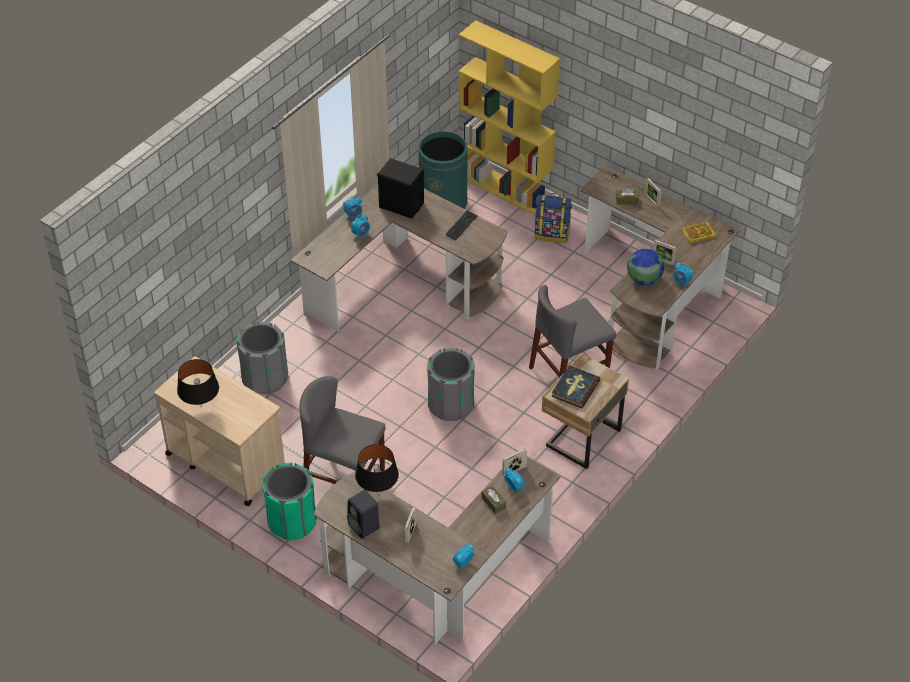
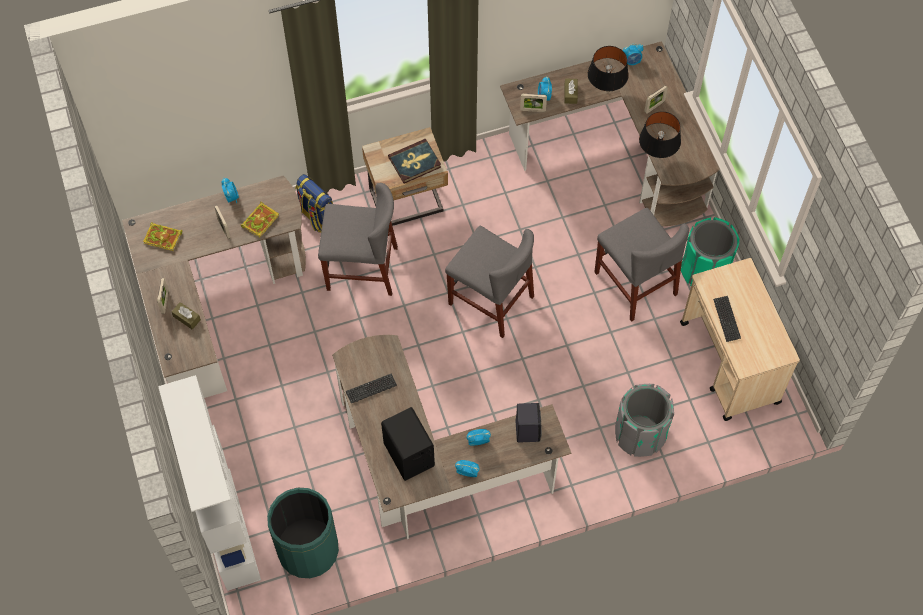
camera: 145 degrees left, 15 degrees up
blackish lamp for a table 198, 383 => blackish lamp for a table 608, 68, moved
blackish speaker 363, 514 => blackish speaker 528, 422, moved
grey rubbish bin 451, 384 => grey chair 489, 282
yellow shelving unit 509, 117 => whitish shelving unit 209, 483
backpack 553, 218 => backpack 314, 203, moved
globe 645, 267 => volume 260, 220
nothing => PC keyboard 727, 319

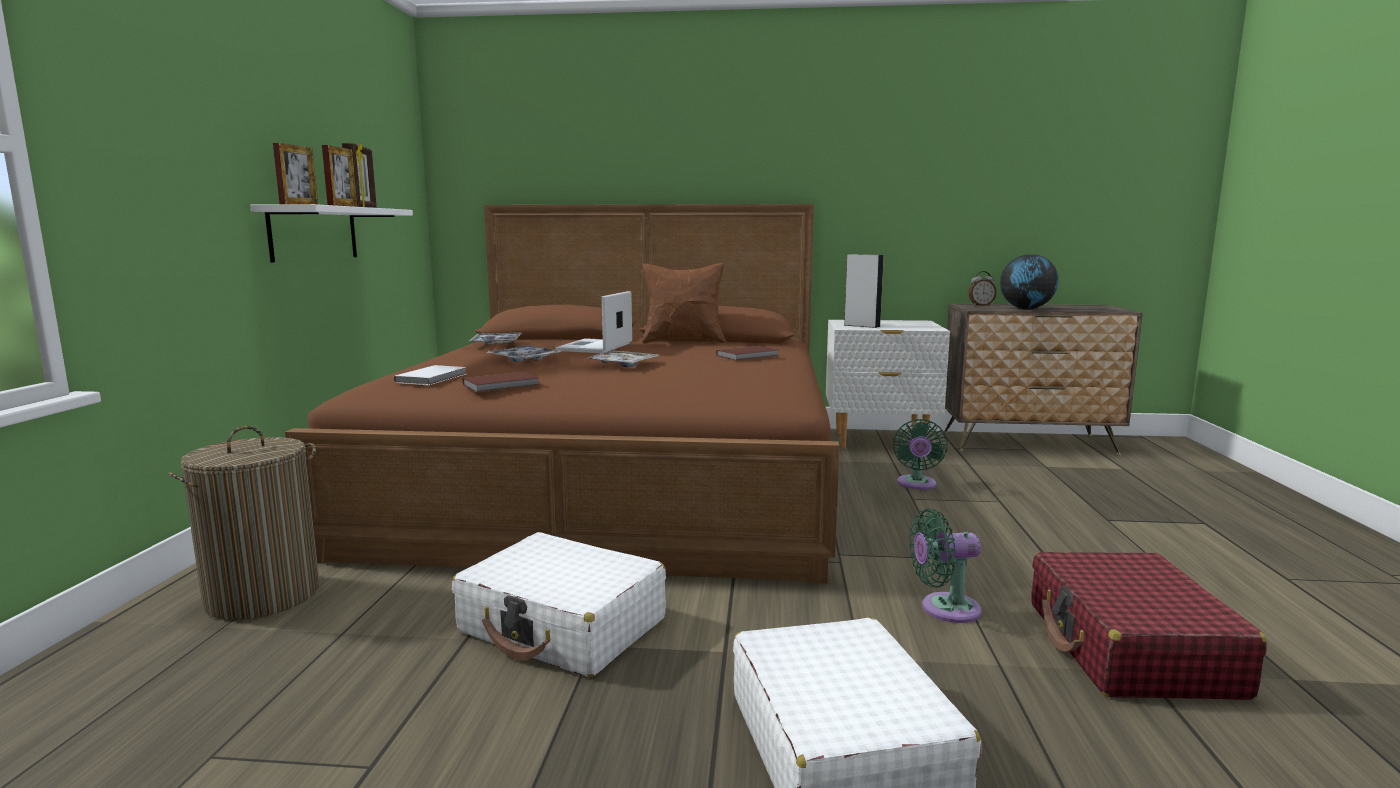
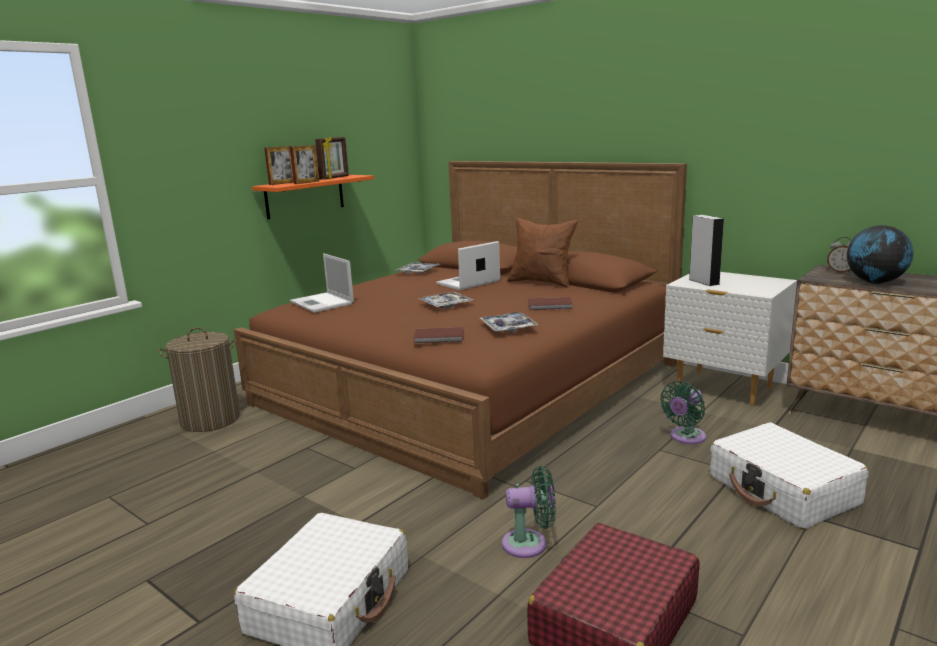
camera: 35 degrees right, 5 degrees up
whitish bracket shelf 331, 233 => orangey bracket shelf 313, 197
whitish volume 430, 375 => laptop 322, 283
whitish piece of luggage 559, 604 => whitish piece of luggage 789, 476, moved
brown volume 500, 382 => brown volume 438, 335, moved
tray 524, 353 => tray 509, 322, moved
green electric fan 945, 566 => green electric fan 529, 512, 150 degrees clockwise

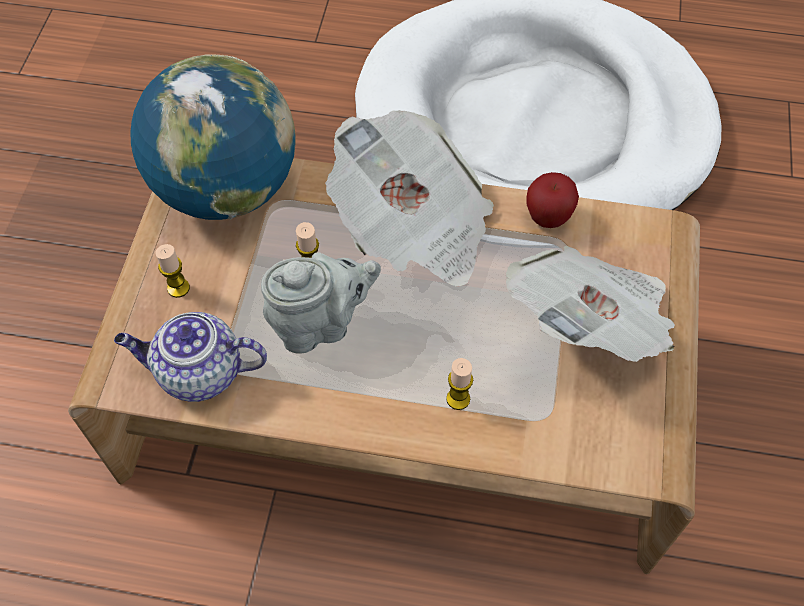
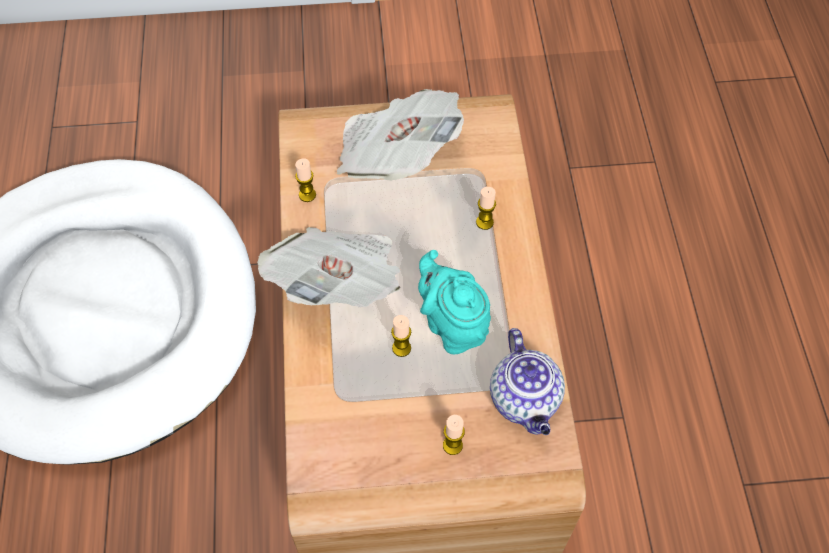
camera: 105 degrees left, 0 degrees up
globe 213, 137 => nothing
grey pot for tea 321, 303 => turquoise-coloured pot for tea 454, 302
whole apple 553, 200 => wax candle 305, 180

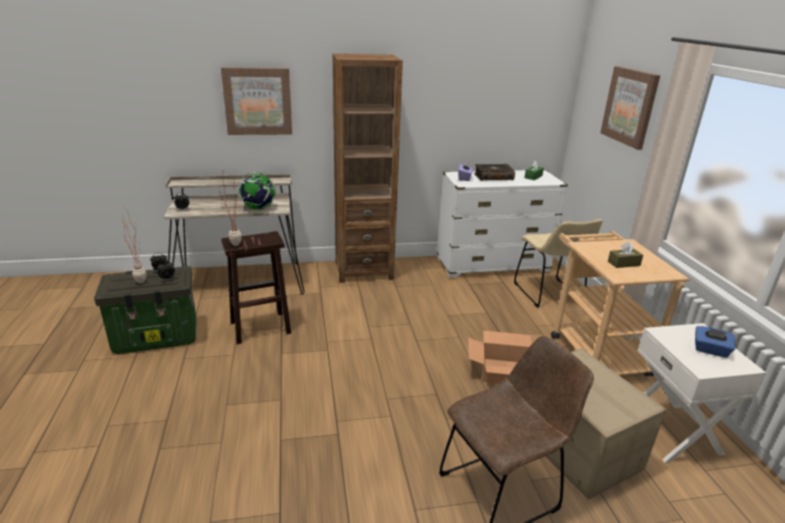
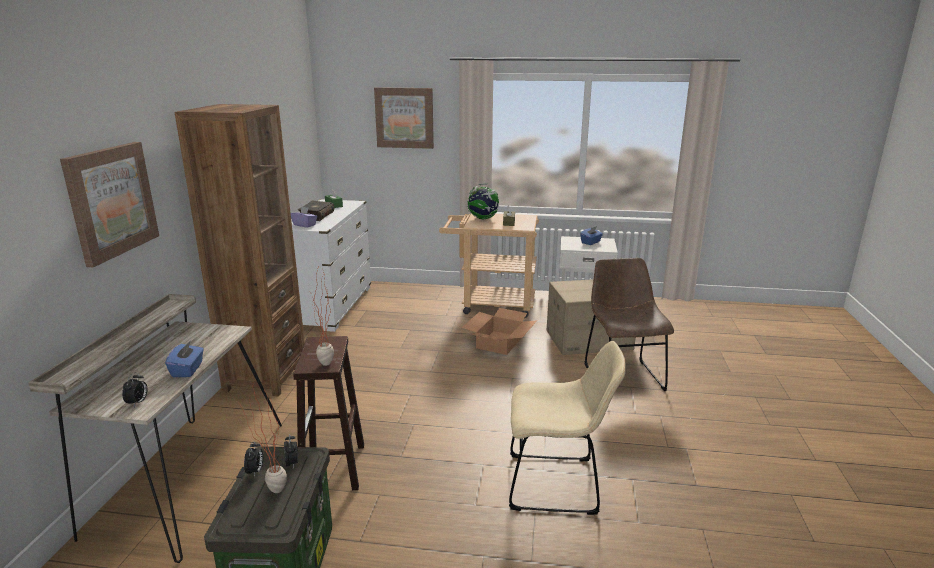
camera: 70 degrees left, 5 degrees down
globe 257, 190 => globe 483, 201, moved
sand-coloured chair 558, 263 => sand-coloured chair 567, 428, moved
nothing => bluish tissue holder 184, 358

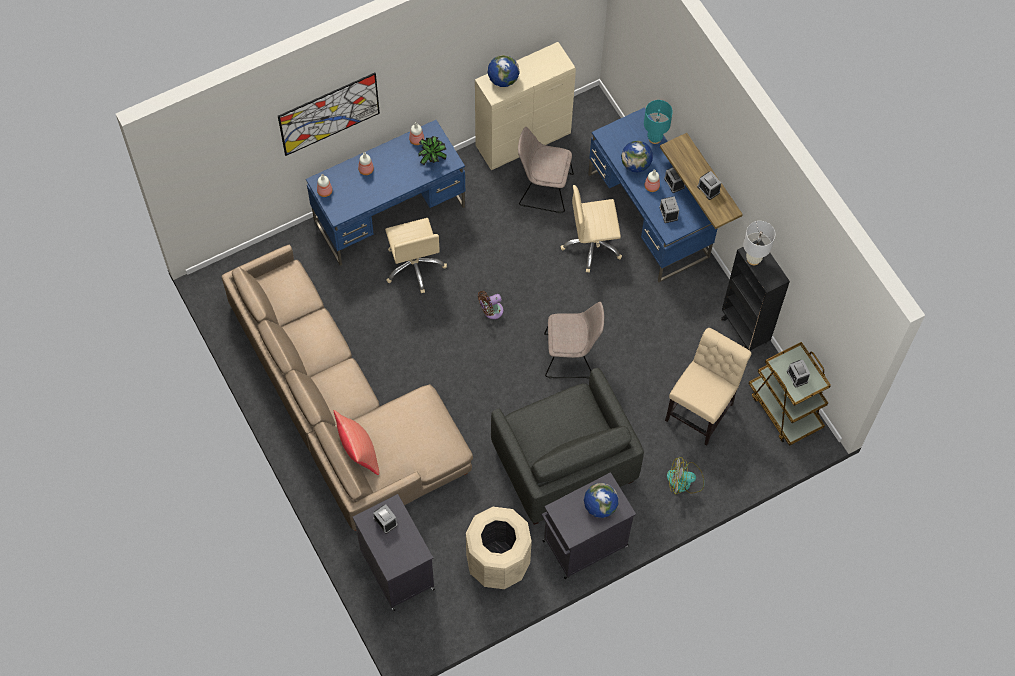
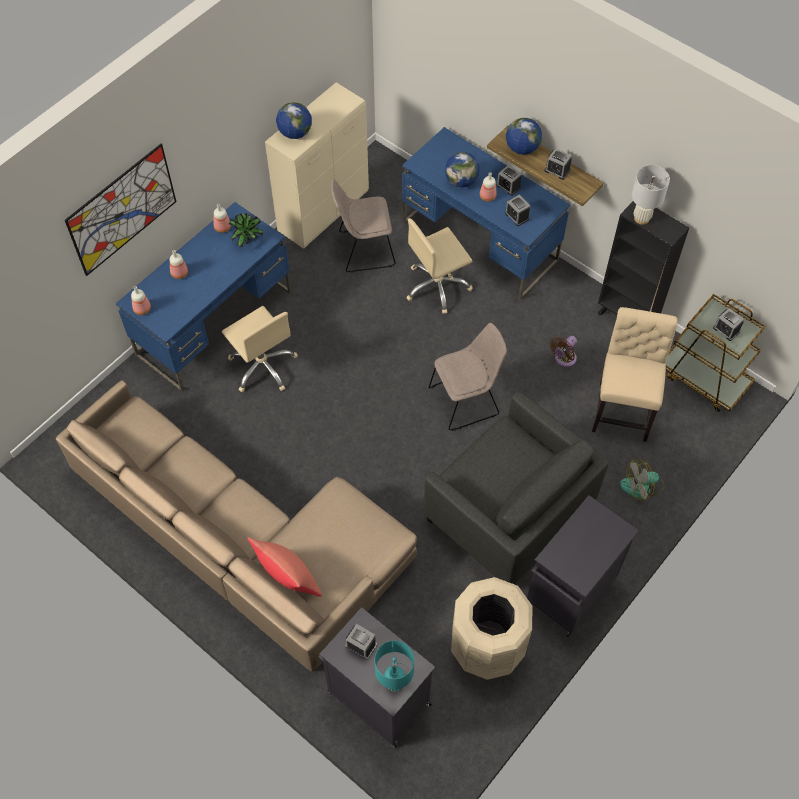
camera: 20 degrees left, 5 degrees down
brown electric fan 490, 305 => brown electric fan 563, 351, moved
globe 601, 500 => globe 524, 136, moved
turquoise-coloured lamp for a table 658, 122 => turquoise-coloured lamp for a table 394, 666, moved

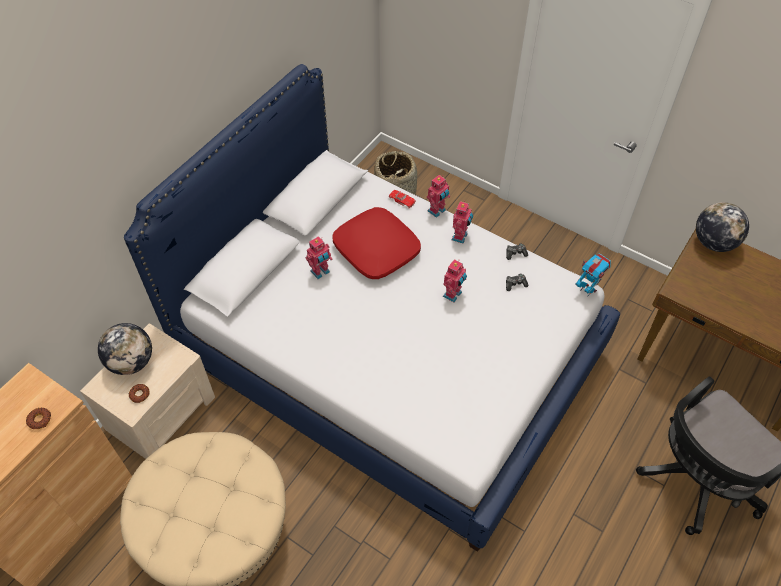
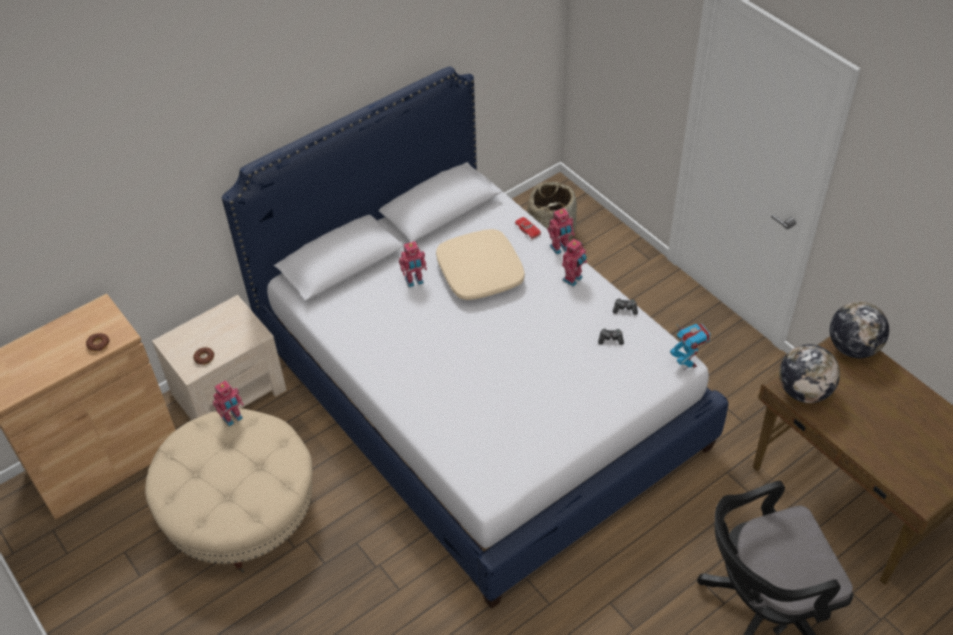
camera: 20 degrees right, 5 degrees down
globe 125, 349 => globe 809, 373, moved
reddish pillow 376, 243 => sand-coloured pillow 480, 264
robot figure 455, 280 => robot figure 228, 403, moved

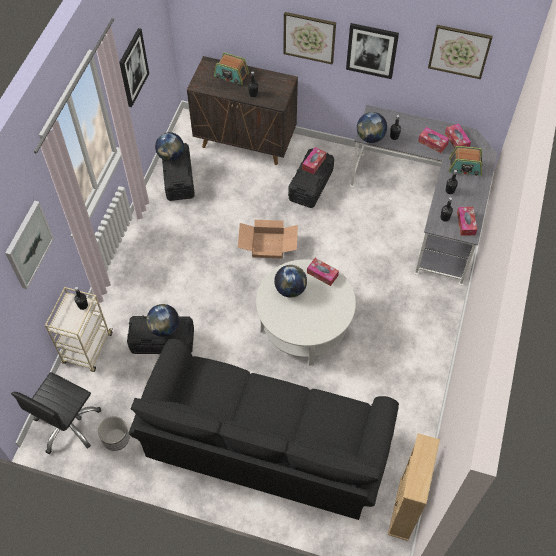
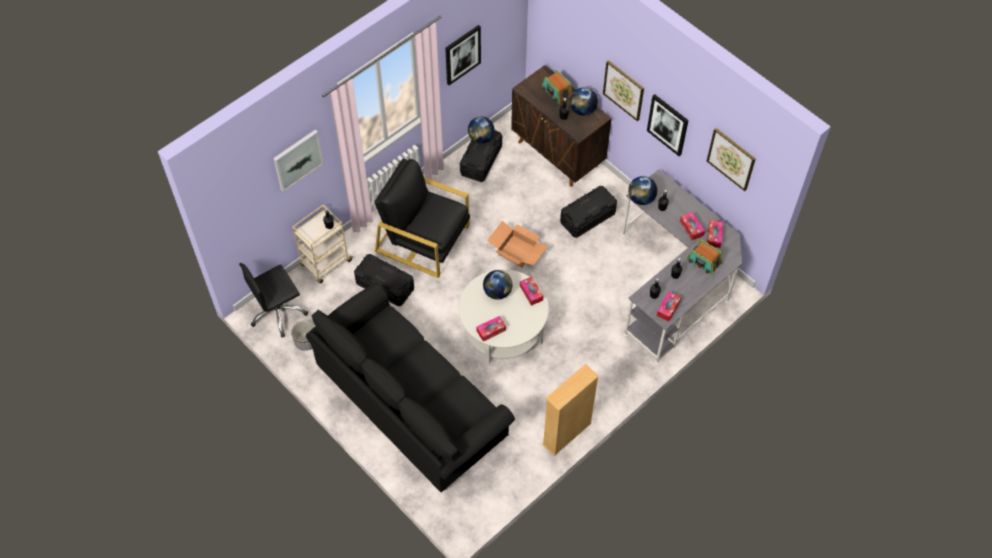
camera: 30 degrees right, 0 degrees up
globe 162, 320 => globe 584, 101, moved
tissue holder 314, 160 => tissue holder 491, 329, moved
sand-coloured shelving unit 414, 487 => sand-coloured shelving unit 570, 410, moved
nothing => blackish lounge chair 422, 218

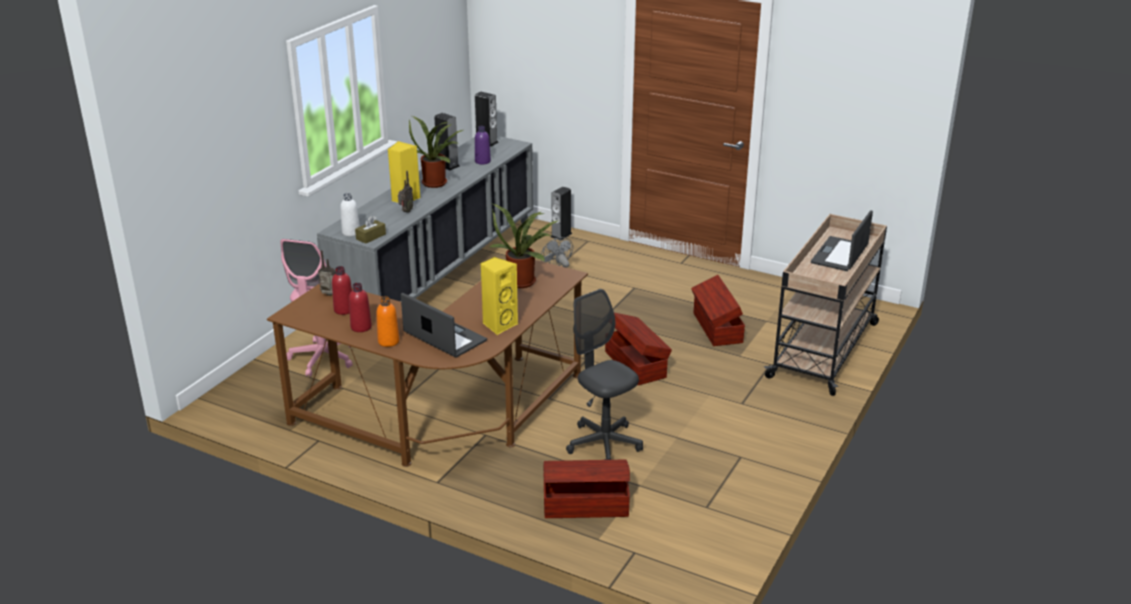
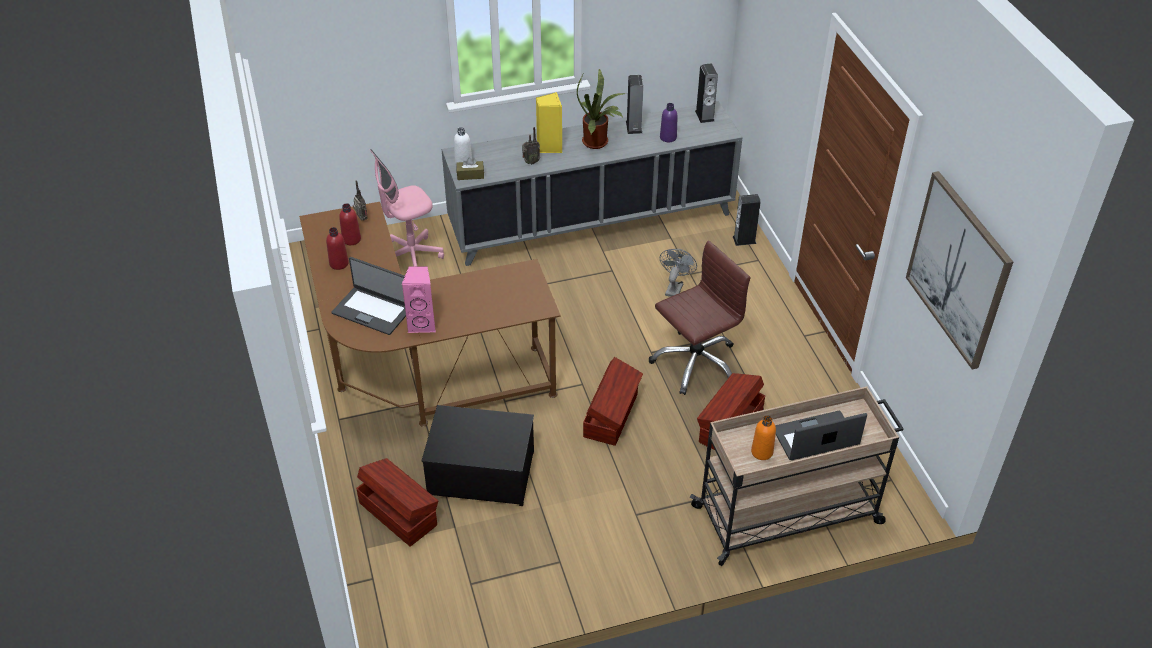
camera: 45 degrees right, 15 degrees up
orangey bottle 387, 321 => orangey bottle 763, 437, moved
laptop 444, 325 => laptop 368, 296, 120 degrees clockwise
yellow speaker 499, 296 => pinkish speaker 419, 299
plant in a pot 525, 246 => nothing
grey computer chair 604, 374 => storage bin 478, 455
nothing => brown computer chair 699, 317
nothing => wall picture 959, 270

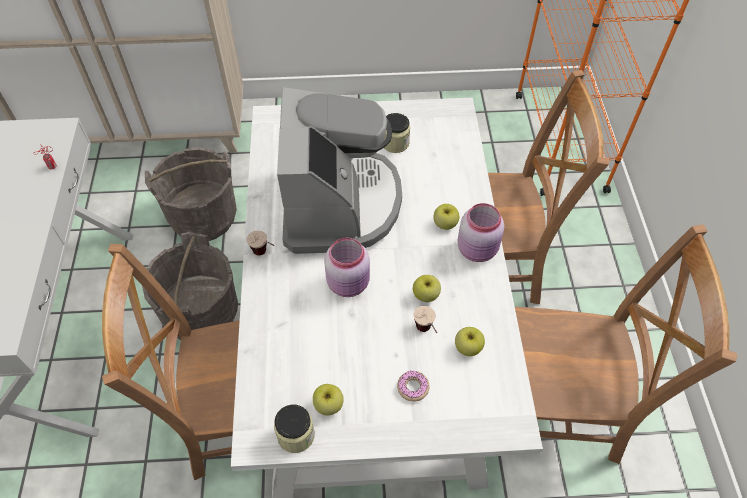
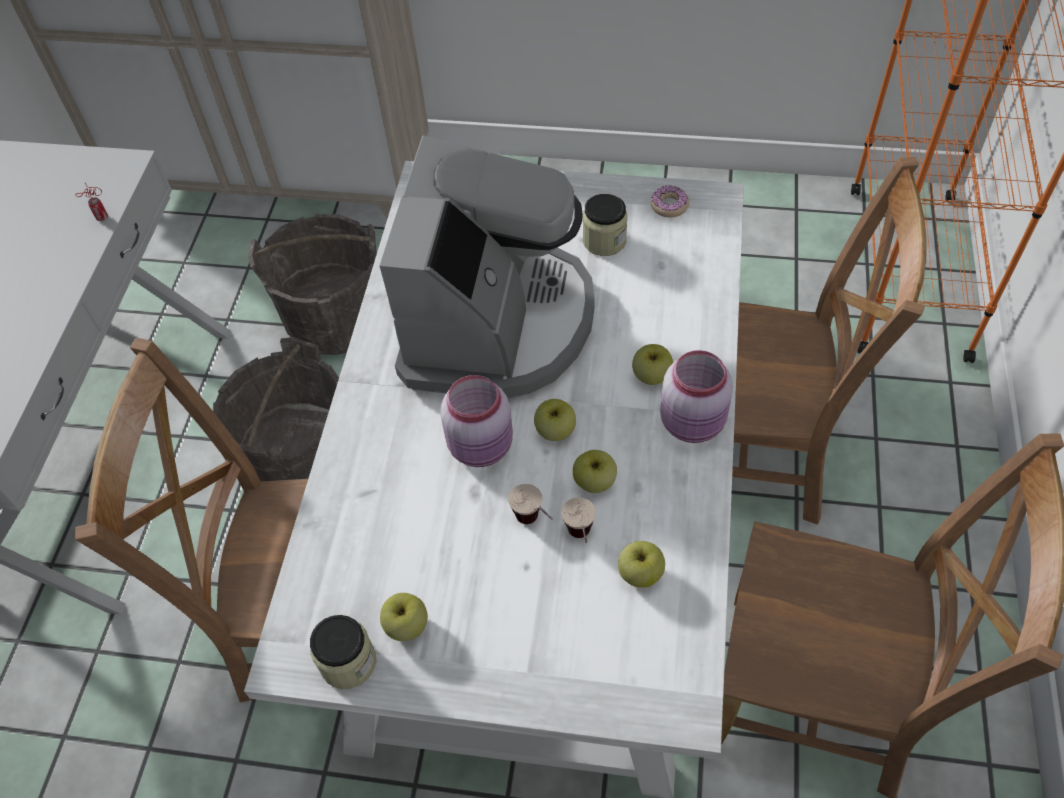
camera: 15 degrees right, 0 degrees up
small cup 260, 243 => small cup 530, 504, moved
donut 413, 386 => donut 669, 201, moved
nothing => whole apple 555, 420

